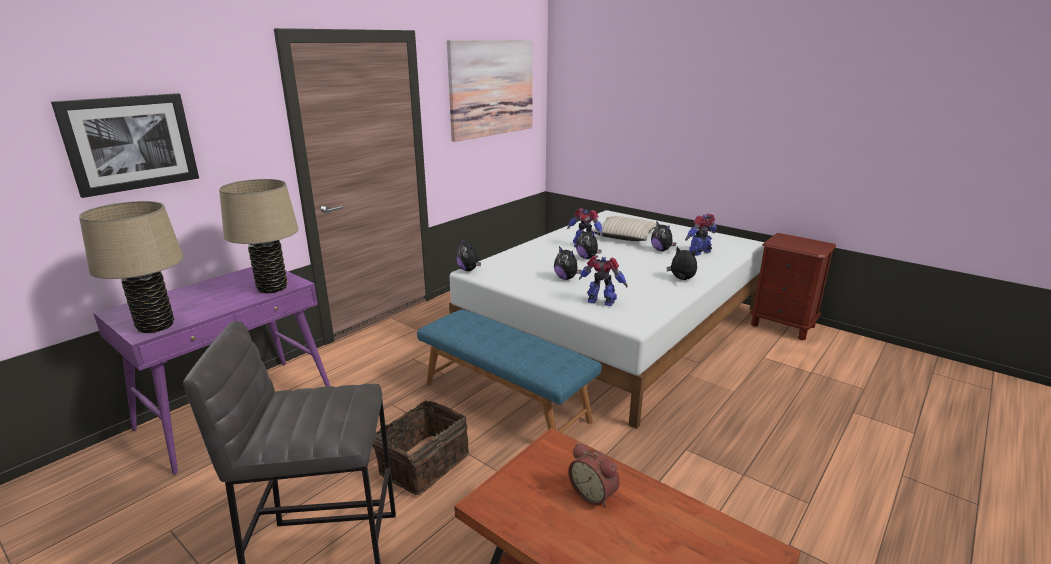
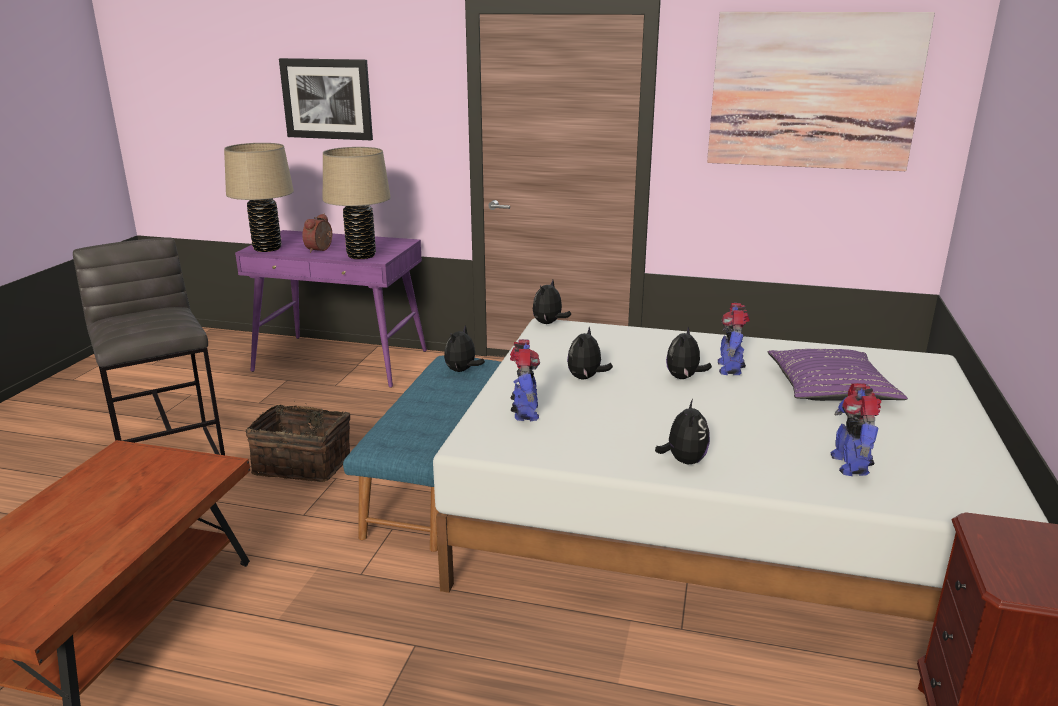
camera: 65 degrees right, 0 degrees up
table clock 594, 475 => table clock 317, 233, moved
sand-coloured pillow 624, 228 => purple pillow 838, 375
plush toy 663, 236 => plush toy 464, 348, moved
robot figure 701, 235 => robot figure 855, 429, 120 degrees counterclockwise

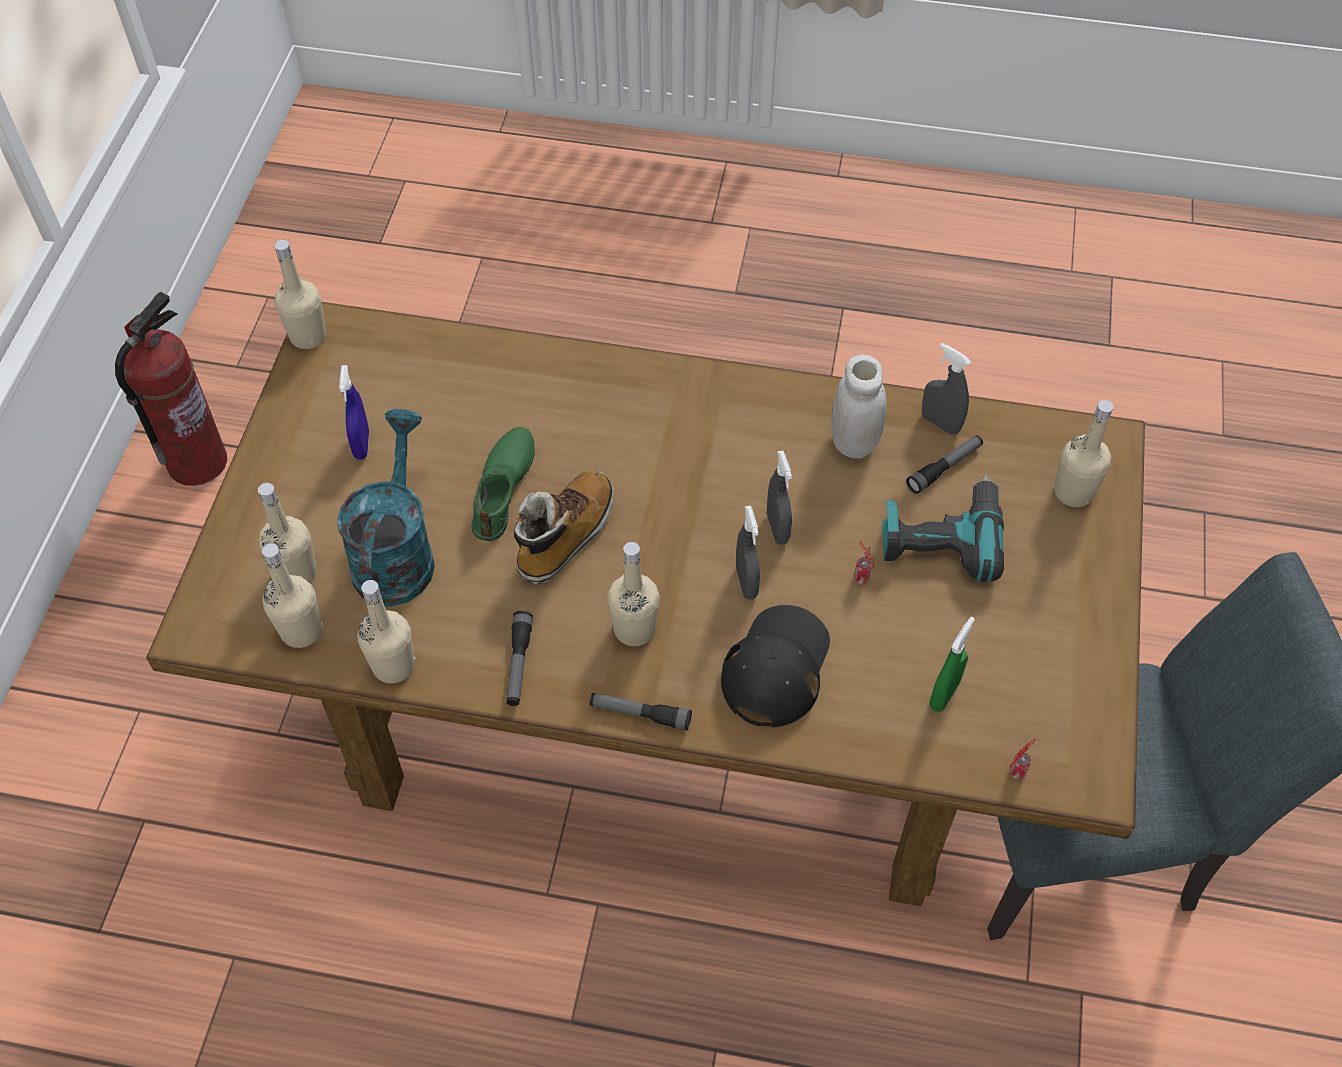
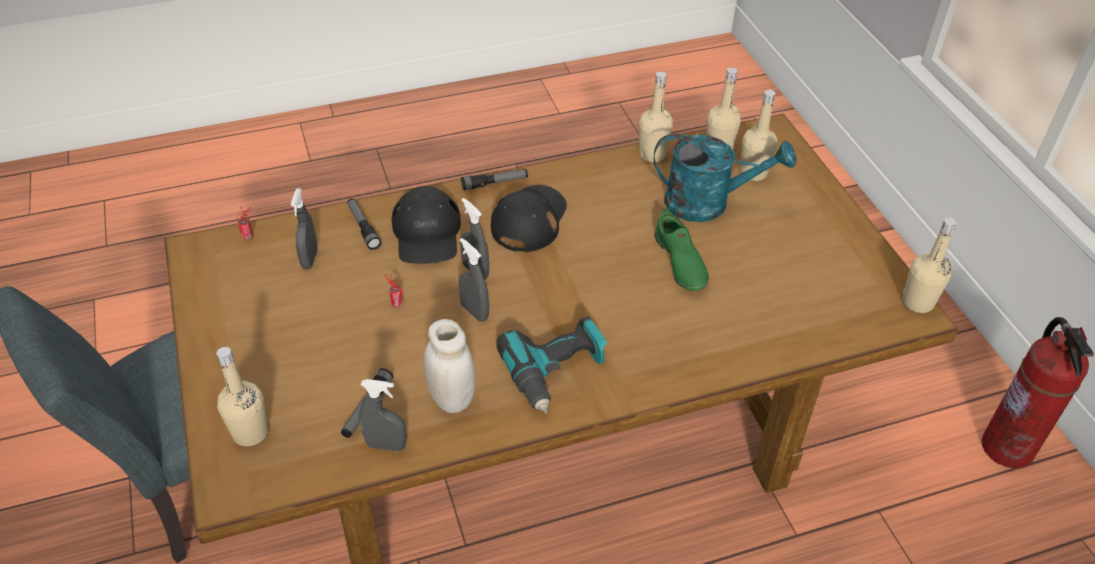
camera: 150 degrees right, 10 degrees down
turquoise-coloured watering pot 386, 507 => turquoise-coloured watering pot 725, 177, 60 degrees counterclockwise
bluish hand sprayer 354, 412 => nothing
flashlight 519, 658 => flashlight 364, 224, moved
boot 563, 527 => nothing
sand-coloured bottle 633, 594 => blackish peaked cap 529, 218
power drill 943, 528 => power drill 552, 365, moved
green hand sprayer 952, 664 => grey hand sprayer 304, 228

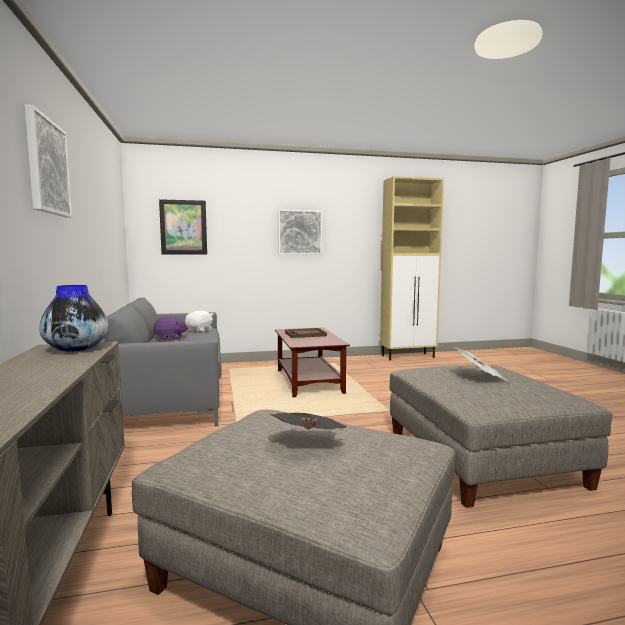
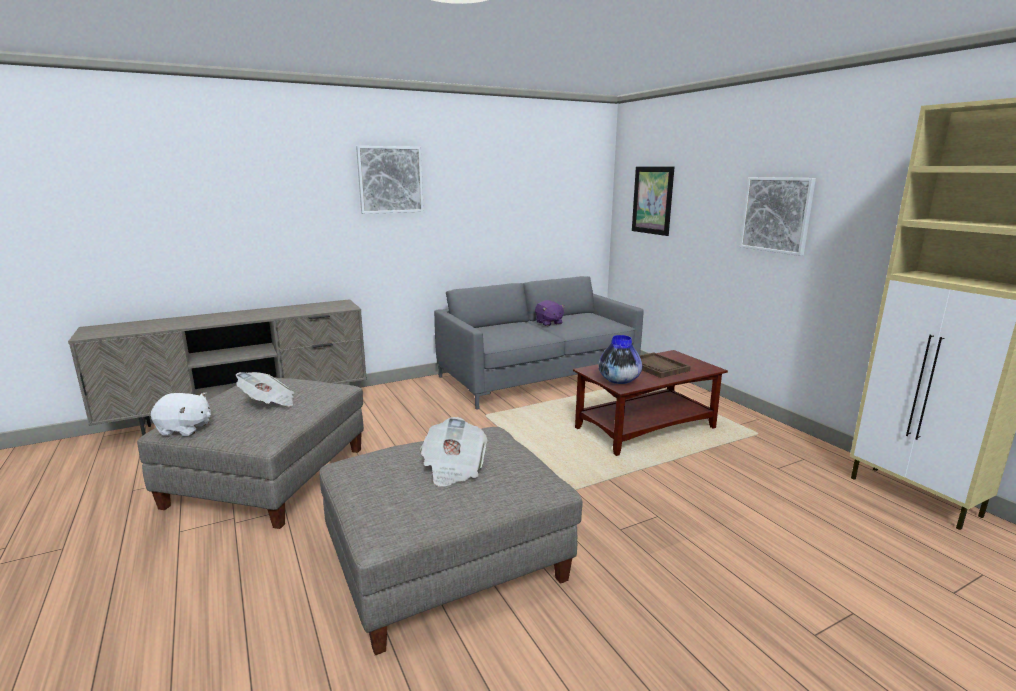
camera: 75 degrees right, 10 degrees up
decorative vase 74, 318 => decorative vase 620, 359, moved
whitish plush toy 199, 321 => whitish plush toy 181, 414, moved

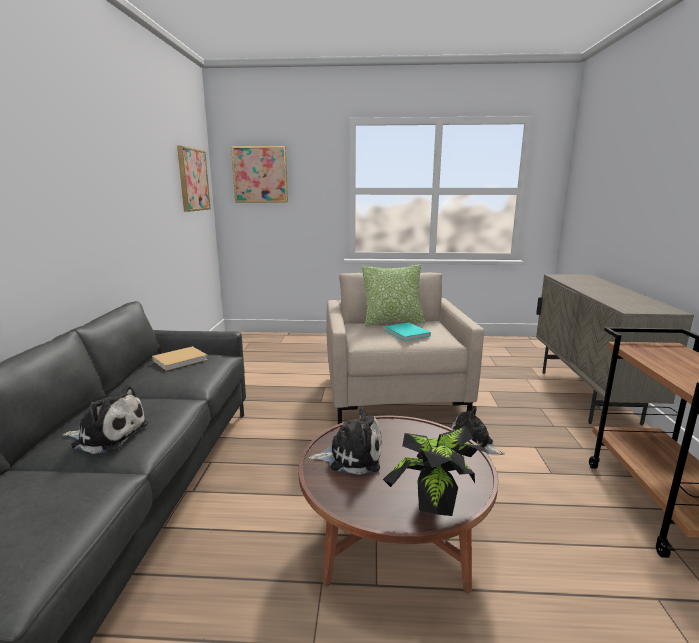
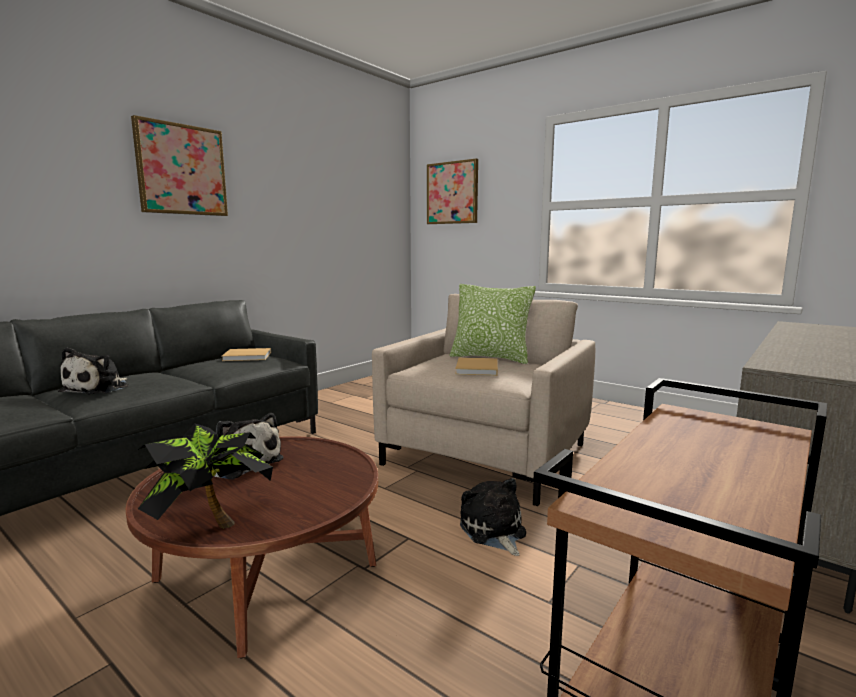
camera: 35 degrees right, 5 degrees down
plush toy 105, 419 => plush toy 93, 371, 60 degrees clockwise
wall picture 194, 178 => wall picture 179, 165, moved
turquoise-coloured volume 407, 332 => sand-coloured volume 476, 366

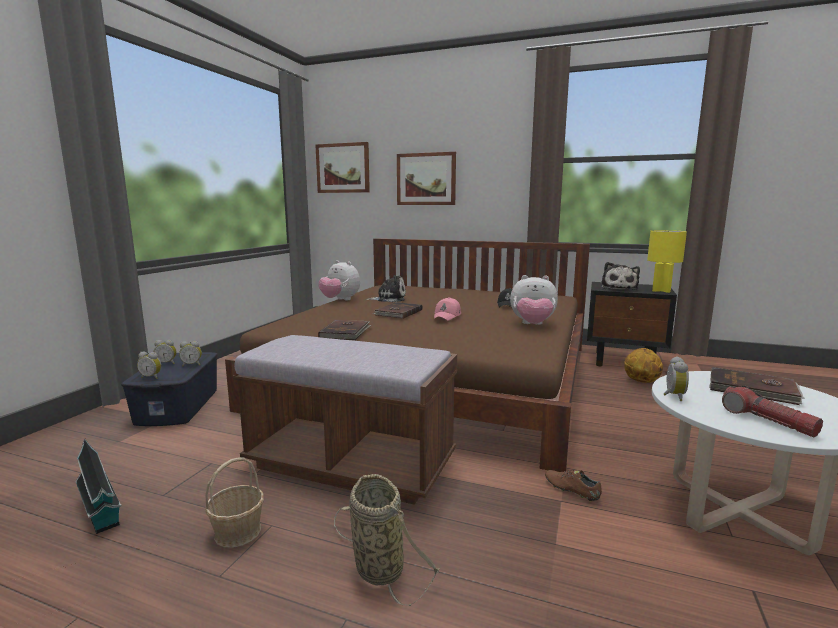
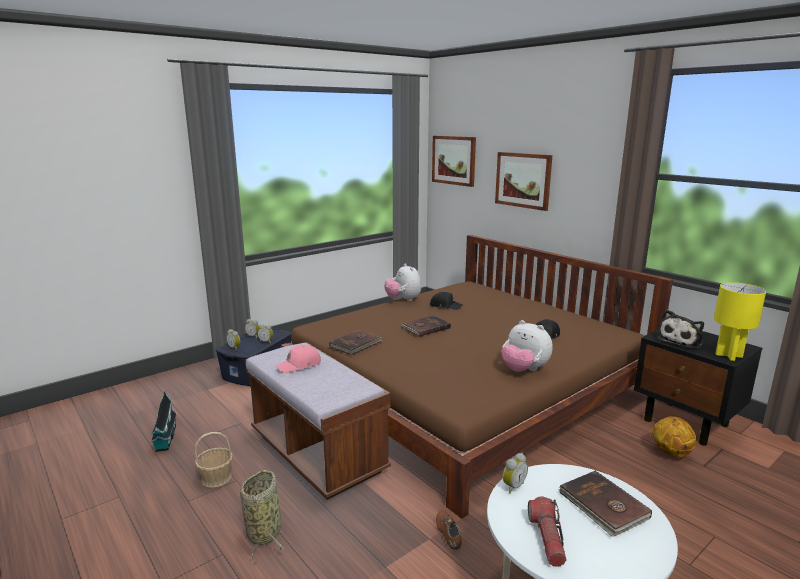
camera: 30 degrees right, 5 degrees up
plush toy 386, 288 => blackish peaked cap 446, 301
pinkish peaked cap 447, 308 => pinkish peaked cap 298, 359, moved

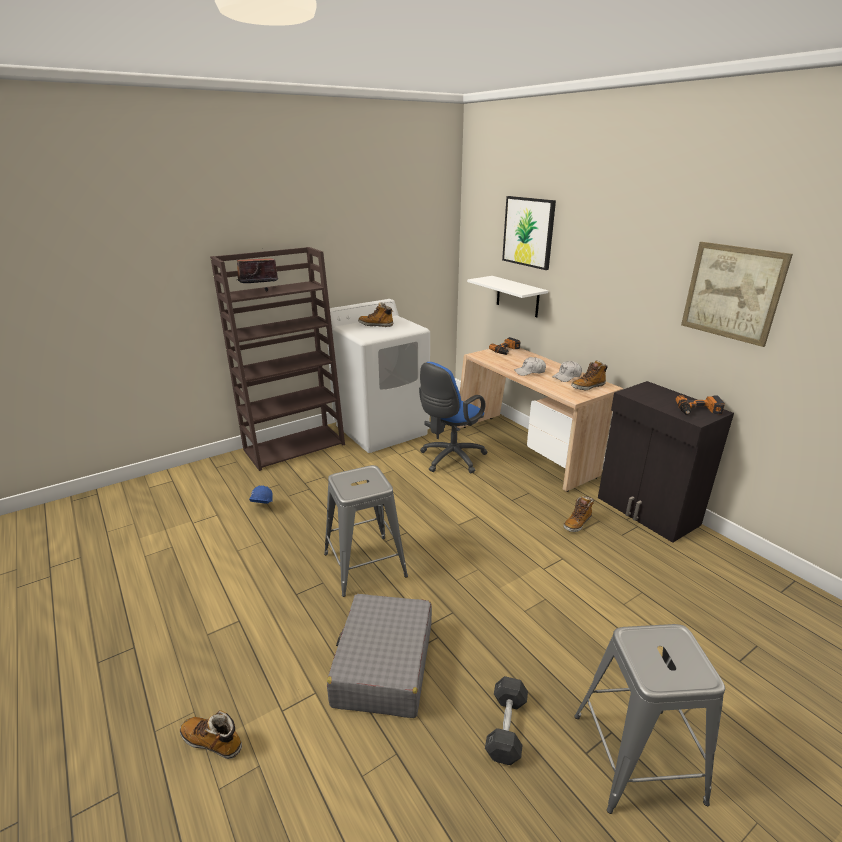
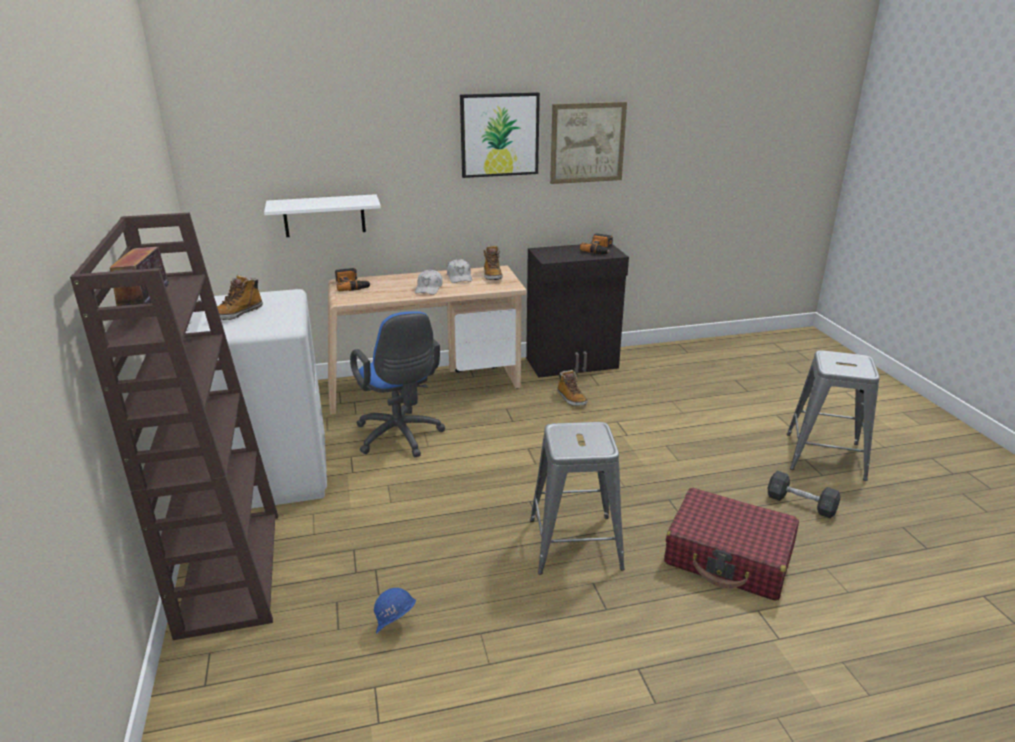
camera: 70 degrees left, 0 degrees up
boot 211, 734 => nothing
grey piece of luggage 379, 656 => reddish piece of luggage 731, 544
wall picture 529, 233 => wall picture 500, 135, moved

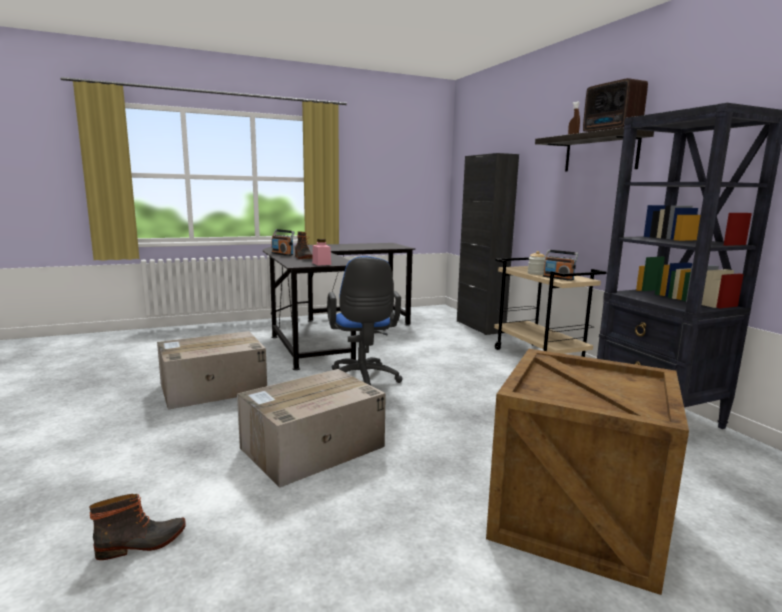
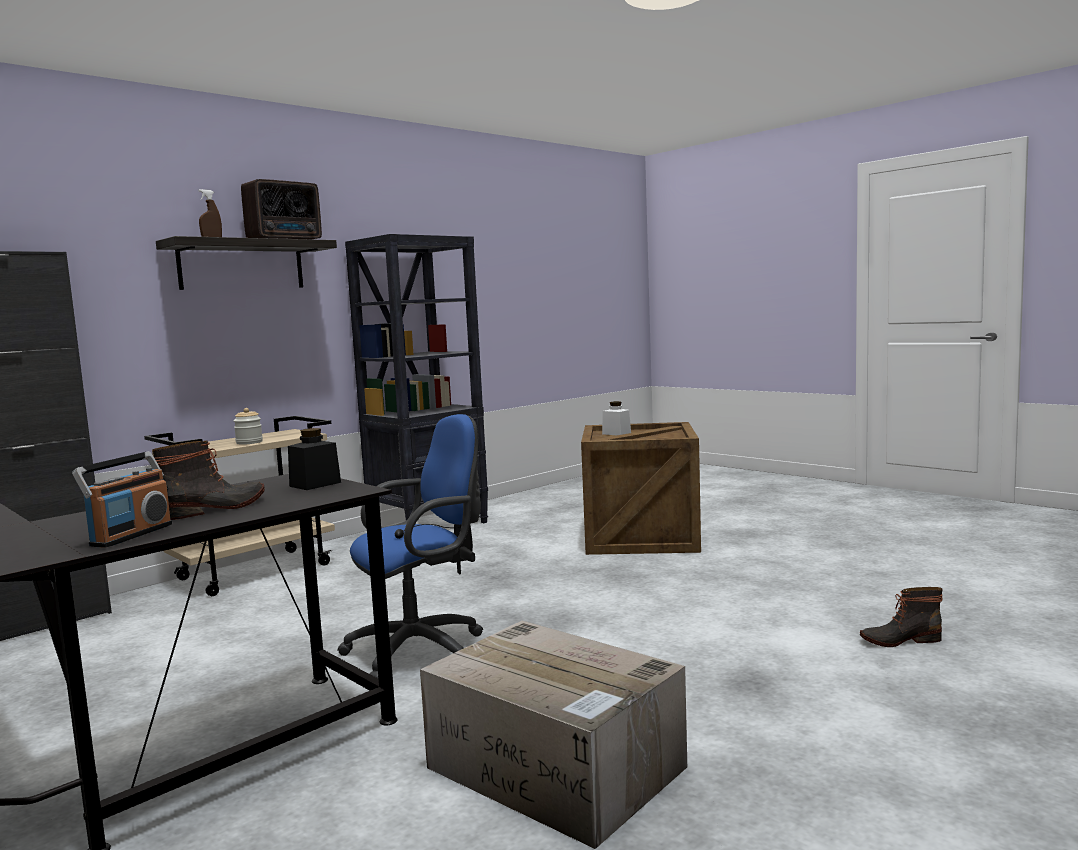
camera: 110 degrees left, 5 degrees down
boot 137, 527 => boot 901, 617, 45 degrees counterclockwise
carton 311, 428 => nothing
pinkish jar 321, 252 => blackish jar 314, 459
radio 561, 265 => nothing
nothing => whitish jar 616, 418

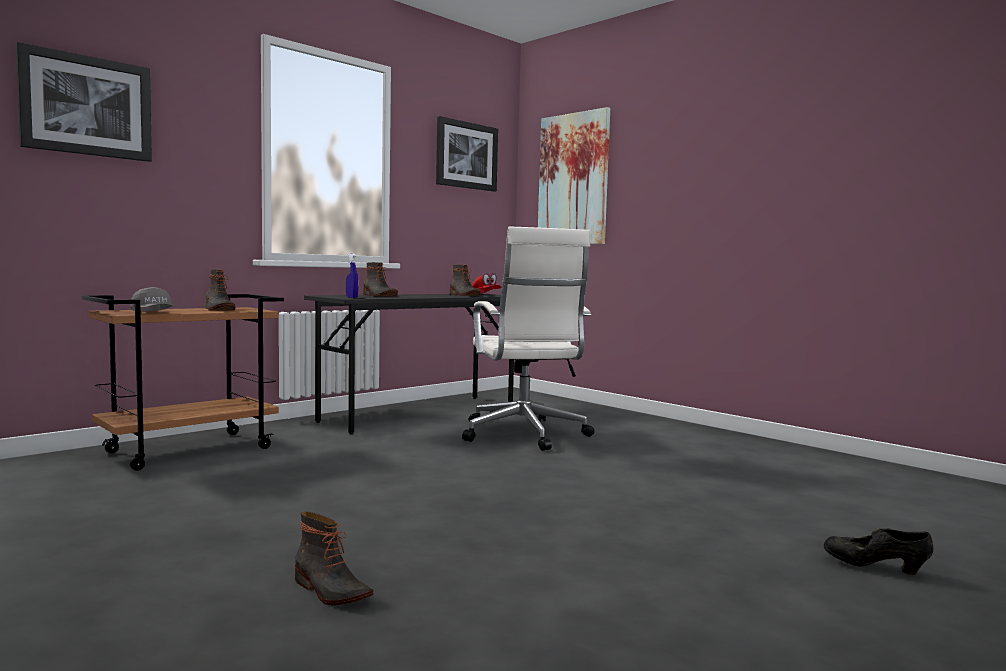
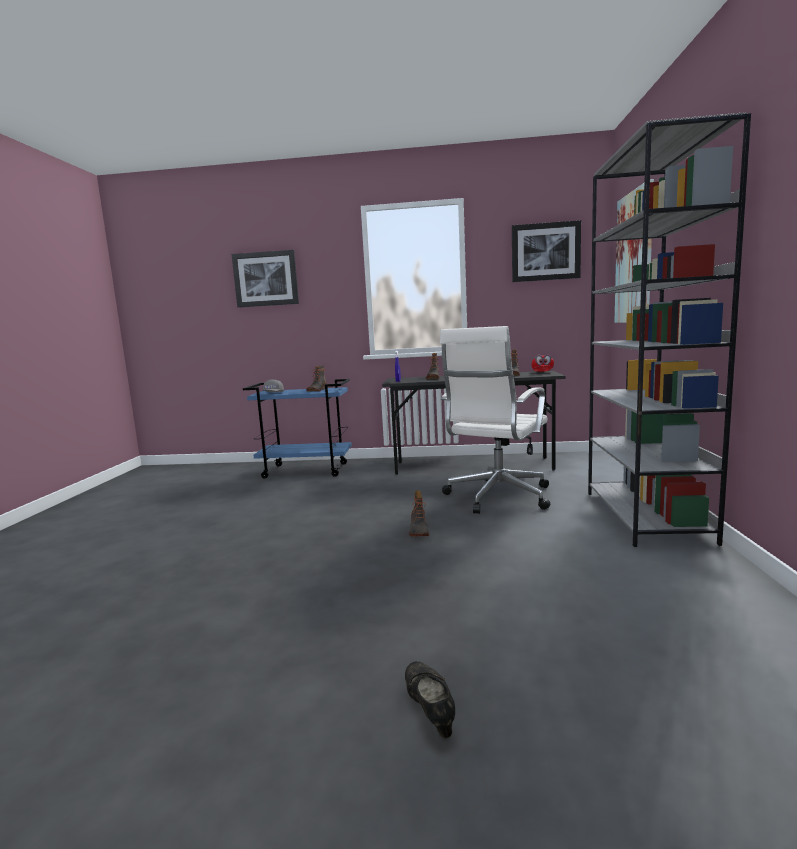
camera: 50 degrees right, 5 degrees up
brown wheeled cart 183, 382 => bluish wheeled cart 297, 429
boot 334, 558 => boot 419, 513, moved
nothing => grey shelving unit 669, 329

